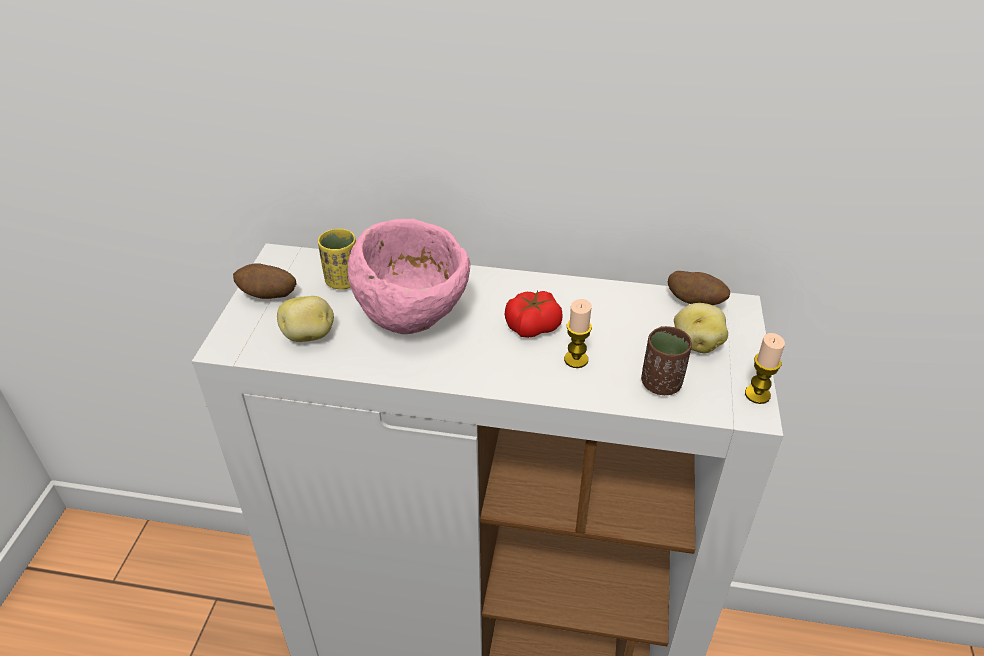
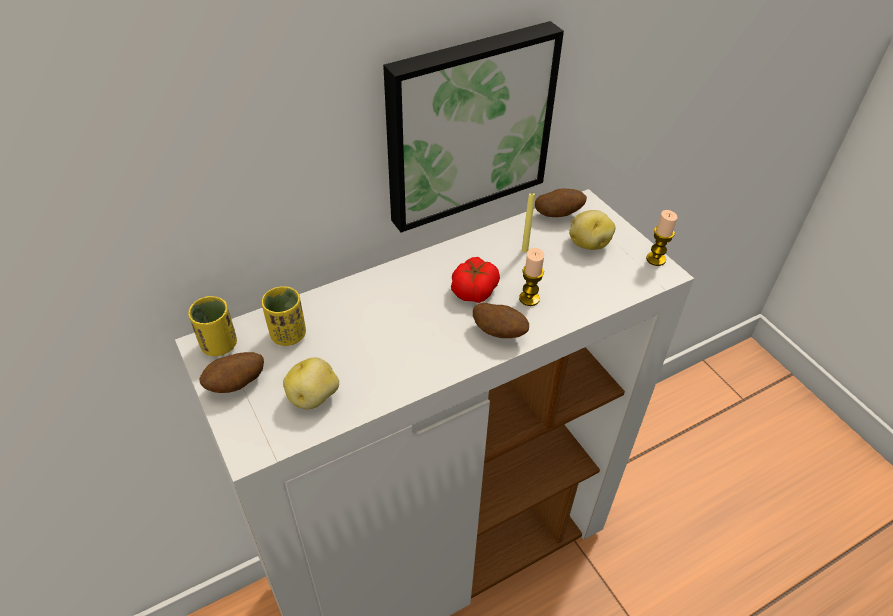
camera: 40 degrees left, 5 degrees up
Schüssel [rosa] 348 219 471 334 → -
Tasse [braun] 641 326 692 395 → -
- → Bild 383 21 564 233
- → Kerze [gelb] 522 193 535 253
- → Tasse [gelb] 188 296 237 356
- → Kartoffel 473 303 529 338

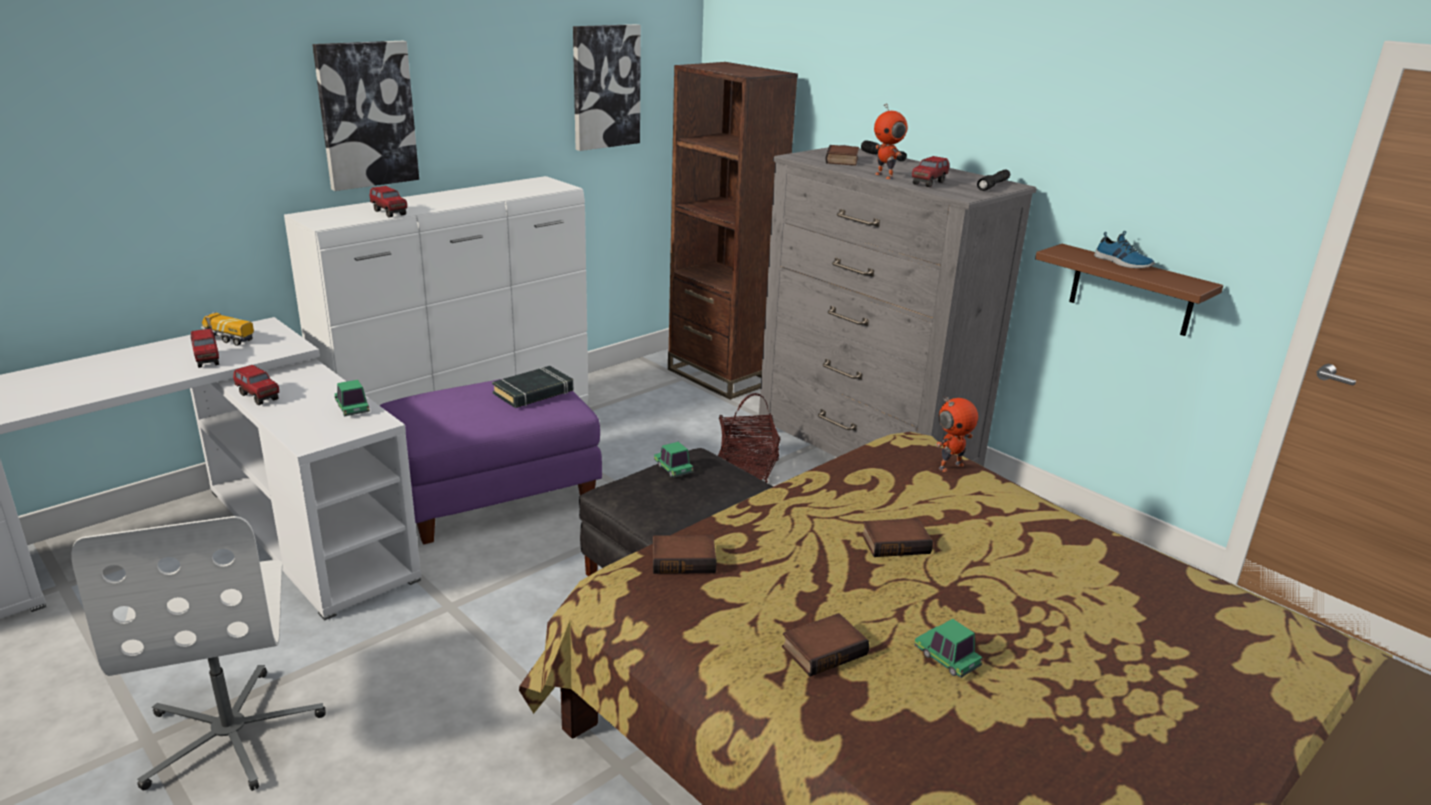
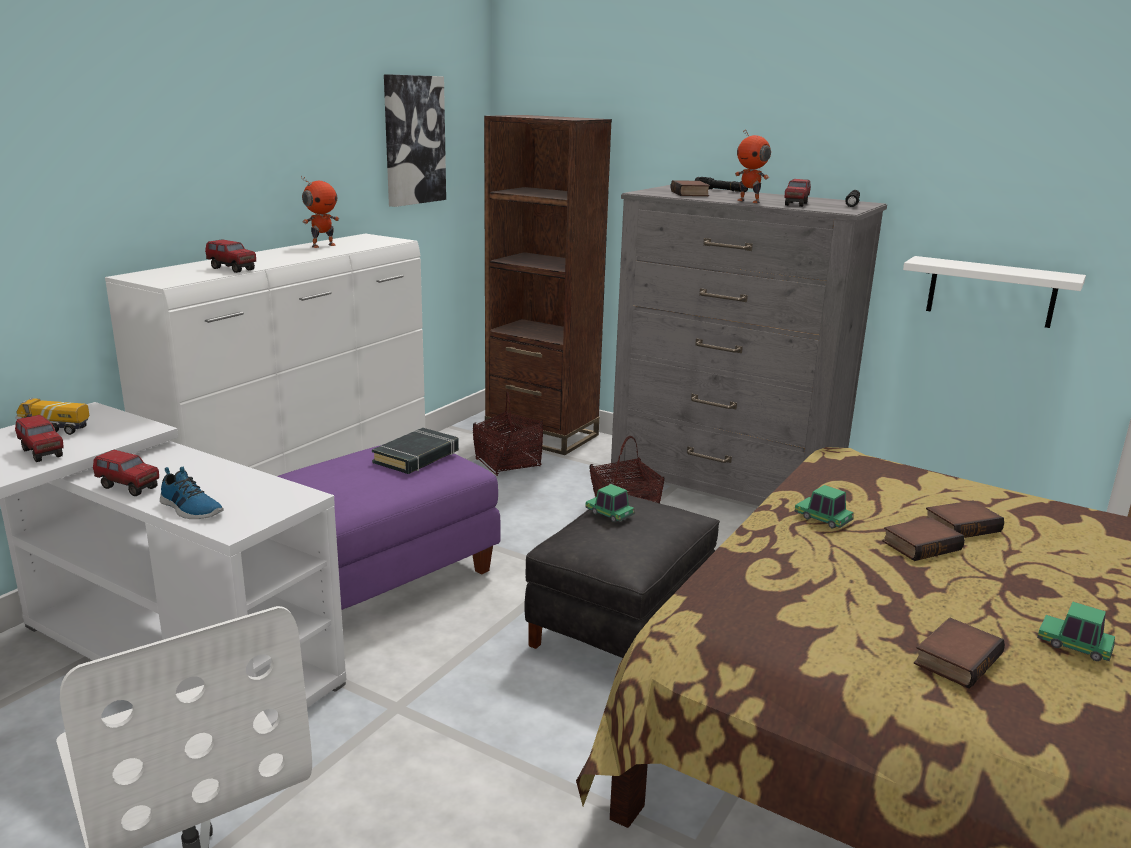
camera: 15 degrees left, 5 degrees down
Bild 312 41 419 191 → -
Schuh 1094 231 1155 268 → Schuh 160 467 224 519, move
Wandregal [braun] 1035 244 1223 336 → Wandregal [weiß] 903 256 1086 328
Spielzeugauto 335 380 370 416 → Spielzeugauto 794 485 853 529, move
Spielzeugroboter 935 396 978 472 → Spielzeugroboter 301 176 339 248, move
Buch 653 535 716 574 → Buch 926 500 1004 538, move
- → Korb 473 391 543 476

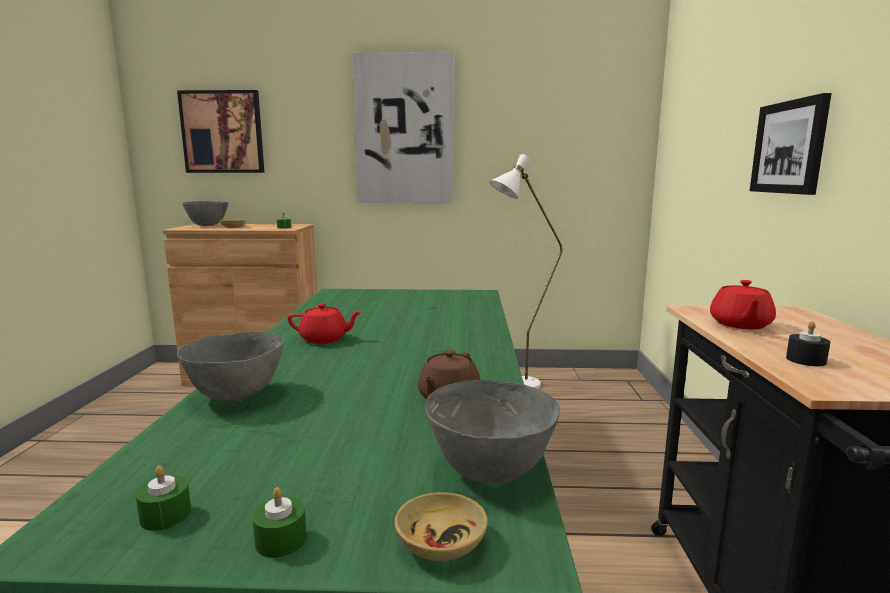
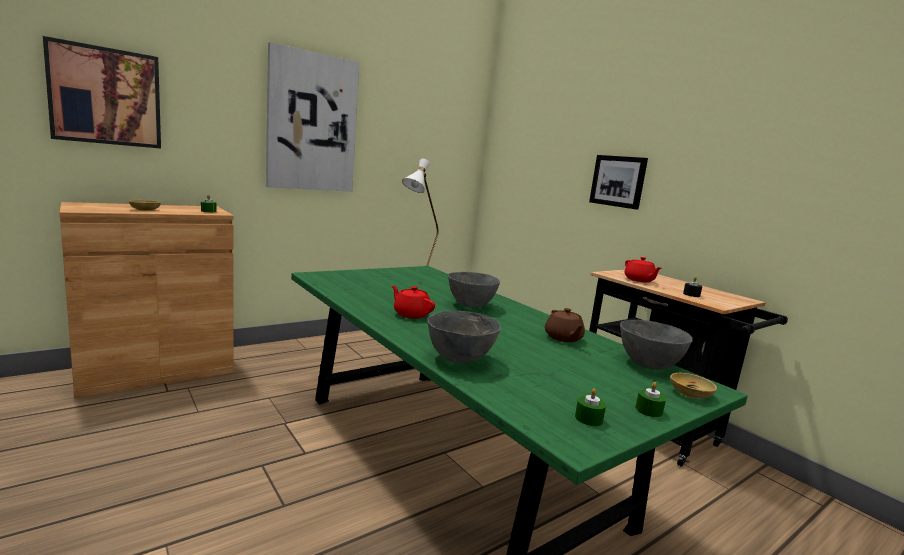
camera: 40 degrees left, 0 degrees up
Schüssel [grau] 182 201 228 226 → Schüssel [grau] 448 272 500 308, move
Teekanne [rot] 288 303 361 344 → Teekanne [rot] 391 285 435 319, 105 degrees counterclockwise

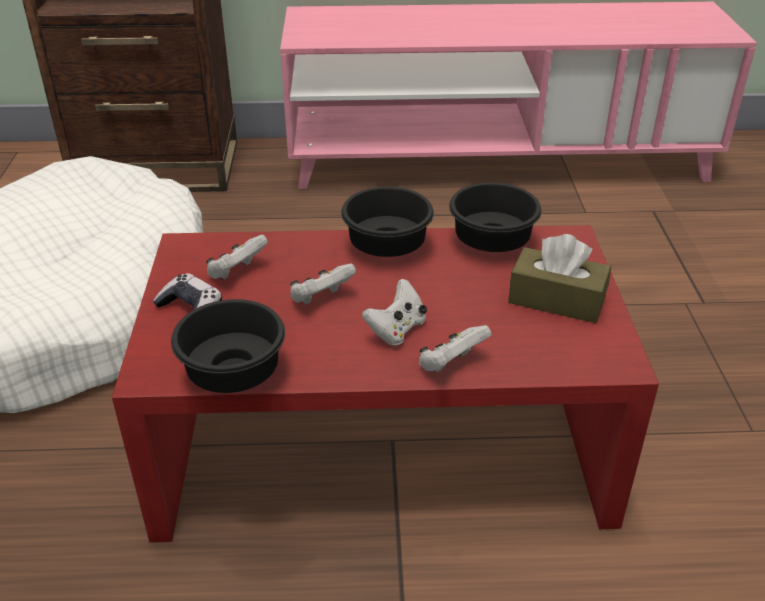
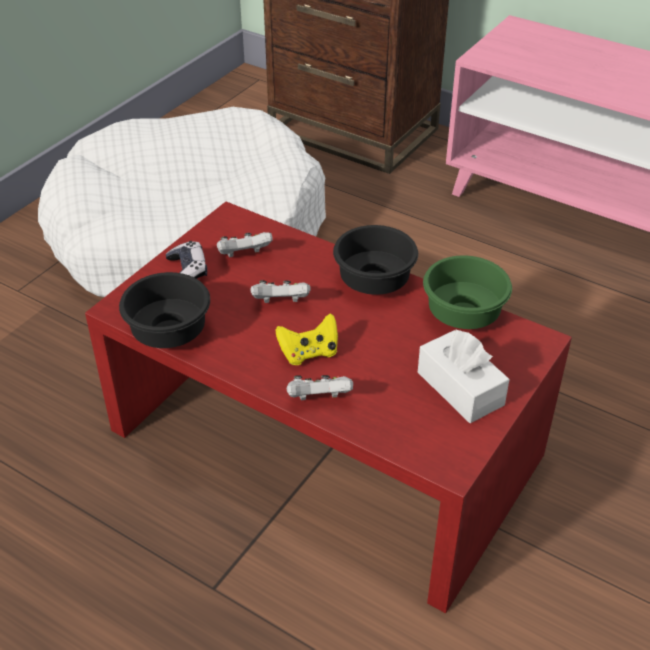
camera: 35 degrees right, 5 degrees up
Schüssel [schwarz] 449 183 542 252 → Schüssel [grün] 423 255 512 329
Taschentuchbox [braun] 508 234 611 323 → Taschentuchbox [weiß] 418 330 510 423
Gamepad [weiß] 362 278 427 346 → Gamepad [gelb] 275 313 338 365

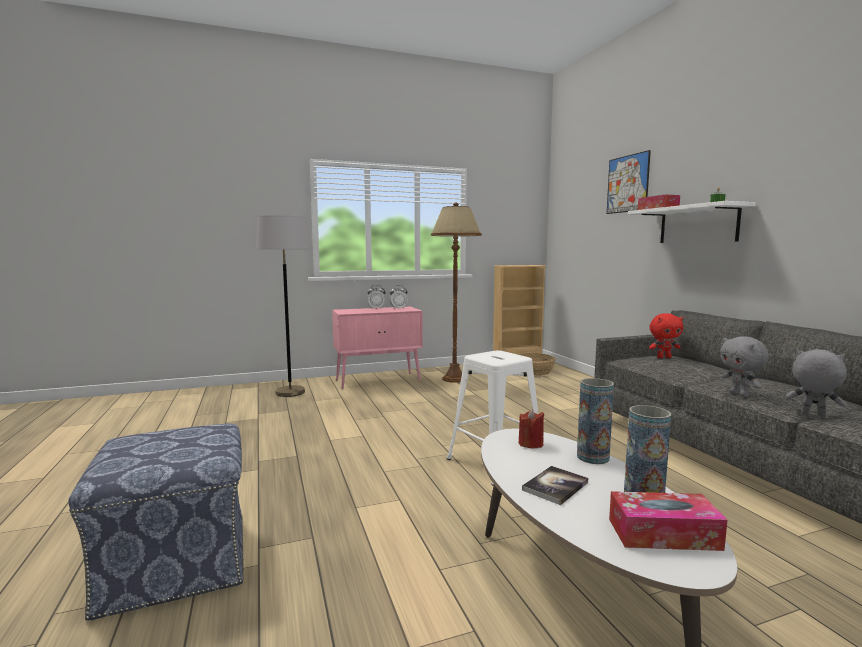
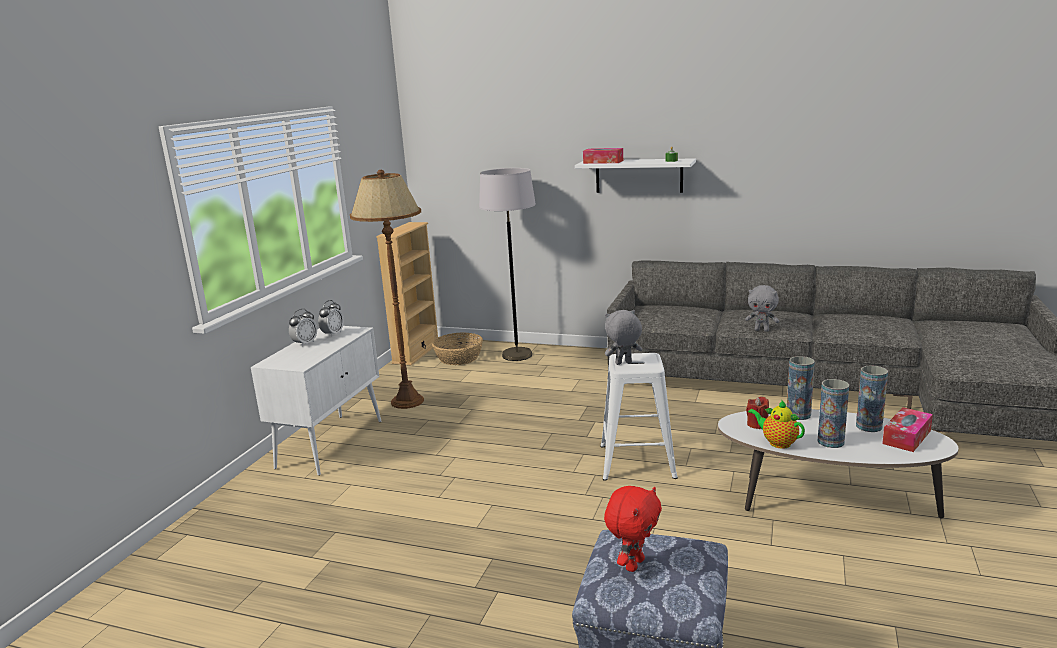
camera: 50 degrees left, 10 degrees up
Bild 607 150 651 214 → -
Stehlampe [grau] 256 215 311 397 → Stehlampe [grau] 479 168 536 361, move
Schrank [rosa] 332 307 423 389 → Schrank [weiß] 251 326 381 476
Plüschtier [rot] 649 313 683 358 → Plüschtier [rot] 604 486 662 572, move
Plüschtier [grau] 786 349 847 417 → Plüschtier [grau] 605 310 642 365, move
Buch 522 466 588 505 → Vase 818 379 849 448
- → Teekanne 748 399 805 449

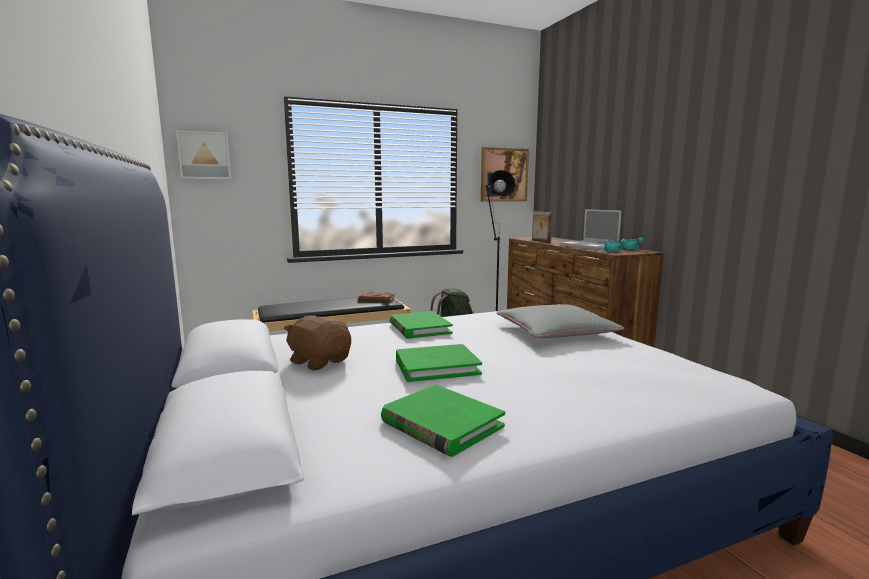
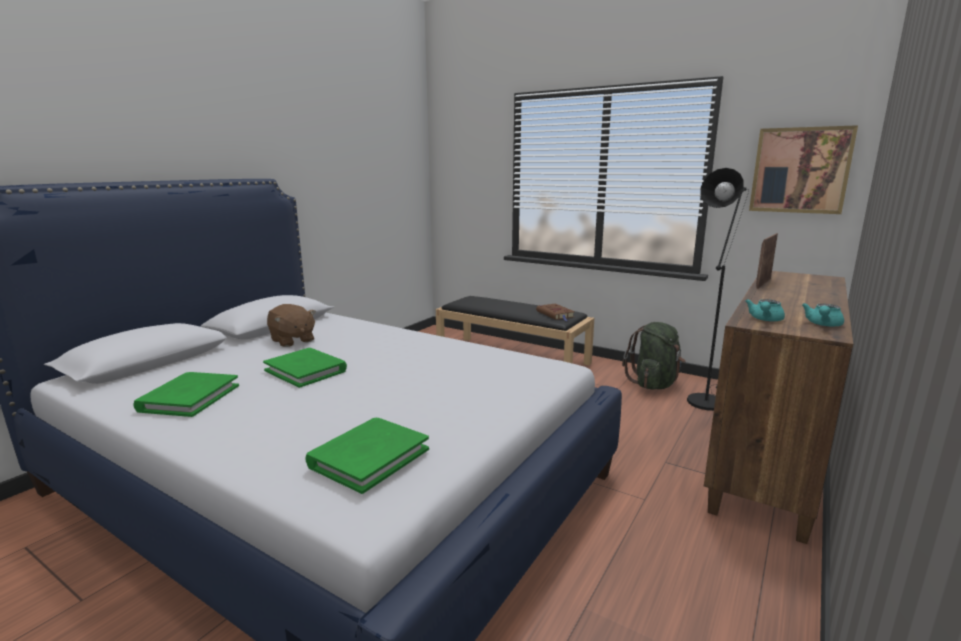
camera: 55 degrees right, 5 degrees up
Bild 176 130 231 179 → -
Laptop 561 209 621 250 → -
Kissen [grau] 497 304 624 338 → -
Buch [grün] 390 311 453 339 → Buch [grün] 305 418 429 494, move
Plüschtier [braun] 284 316 351 370 → Plüschtier [braun] 267 304 316 347, 135 degrees clockwise

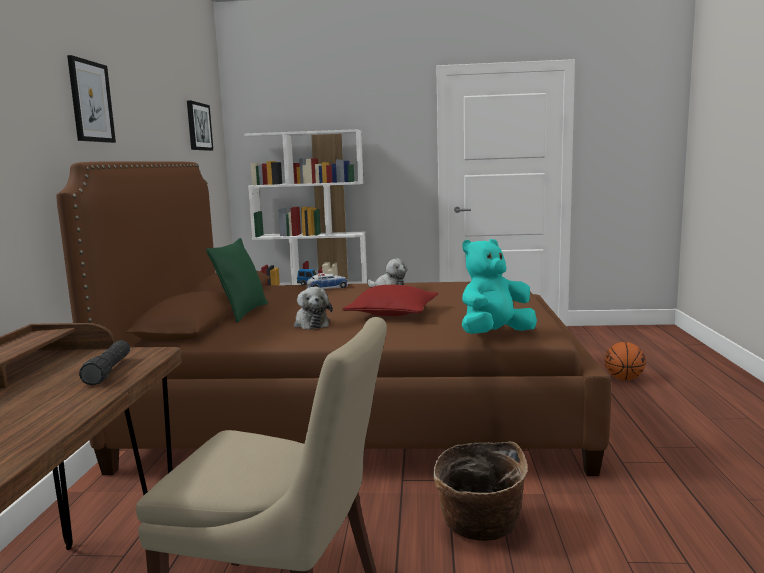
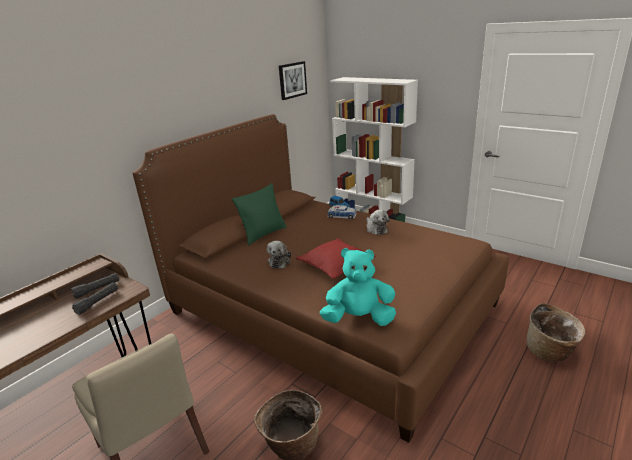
camera: 35 degrees right, 15 degrees up
Bild 67 55 116 143 → -
Basketball 605 342 646 380 → Korb 527 303 585 362
- → Taschenlampe [schwarz] 71 273 119 299

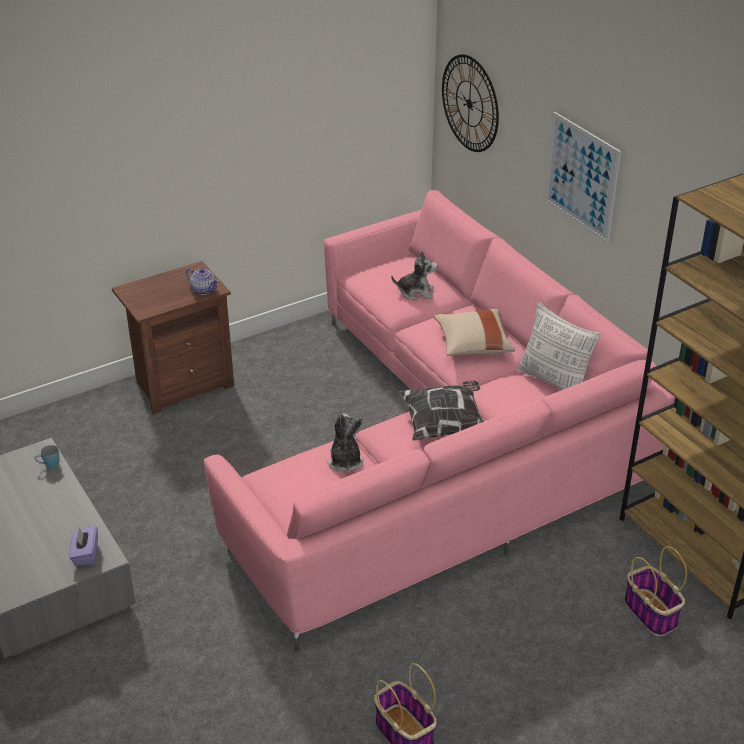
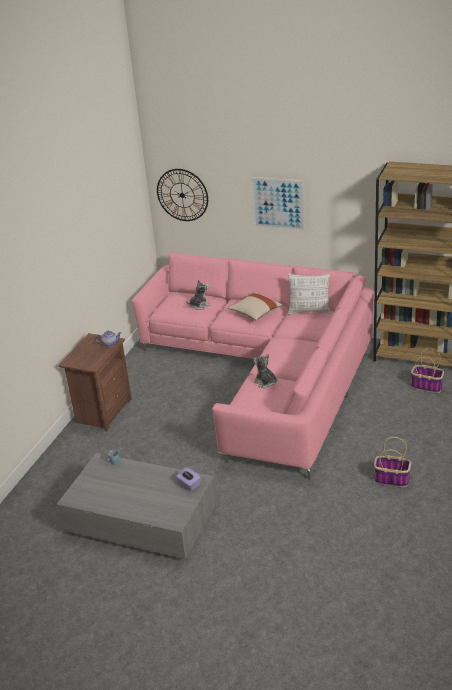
camera: 35 degrees left, 5 degrees down
Kissen 398 381 484 441 → -

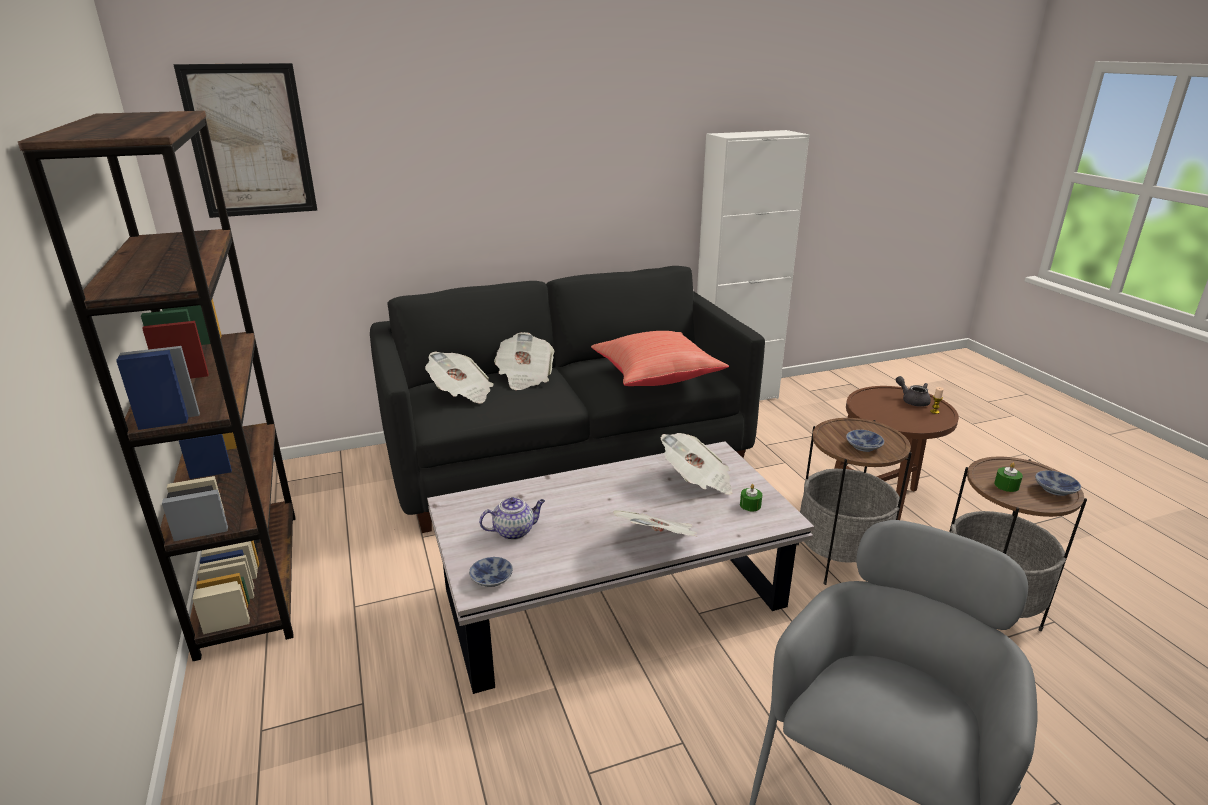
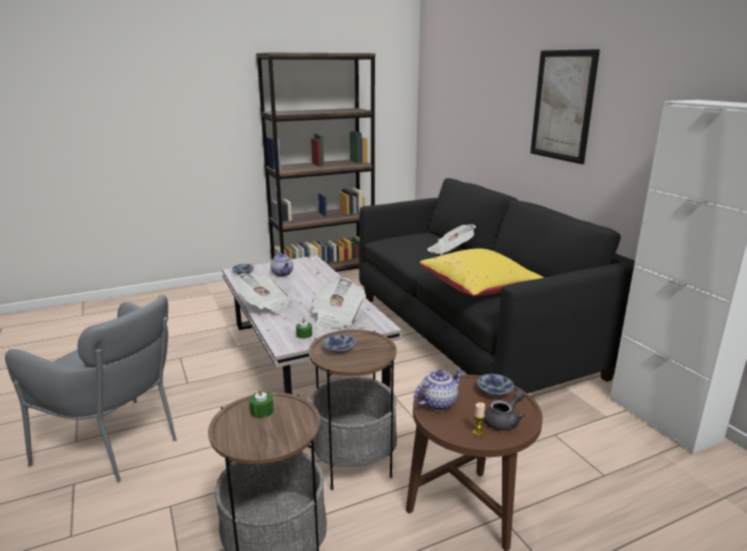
camera: 85 degrees right, 5 degrees down
Bild 173 63 318 218 → Bild 530 49 600 164, move
Kissen [rot] 591 331 729 386 → Kissen [gelb] 419 248 544 296
Zeitung 425 352 494 403 → -
Schüssel 1035 470 1081 496 → Schüssel 477 374 514 397, move
- → Teekanne 414 369 463 411

